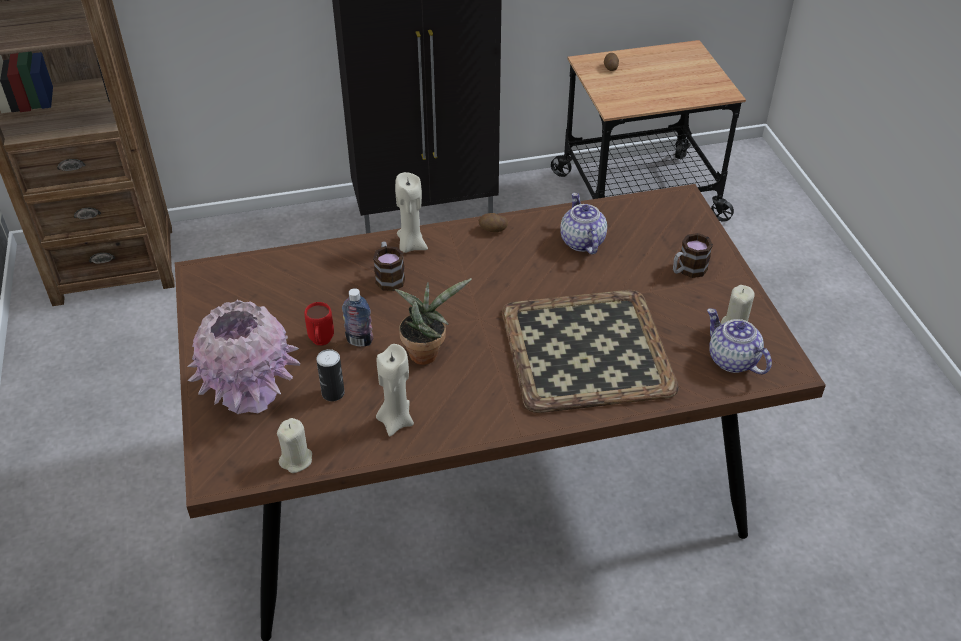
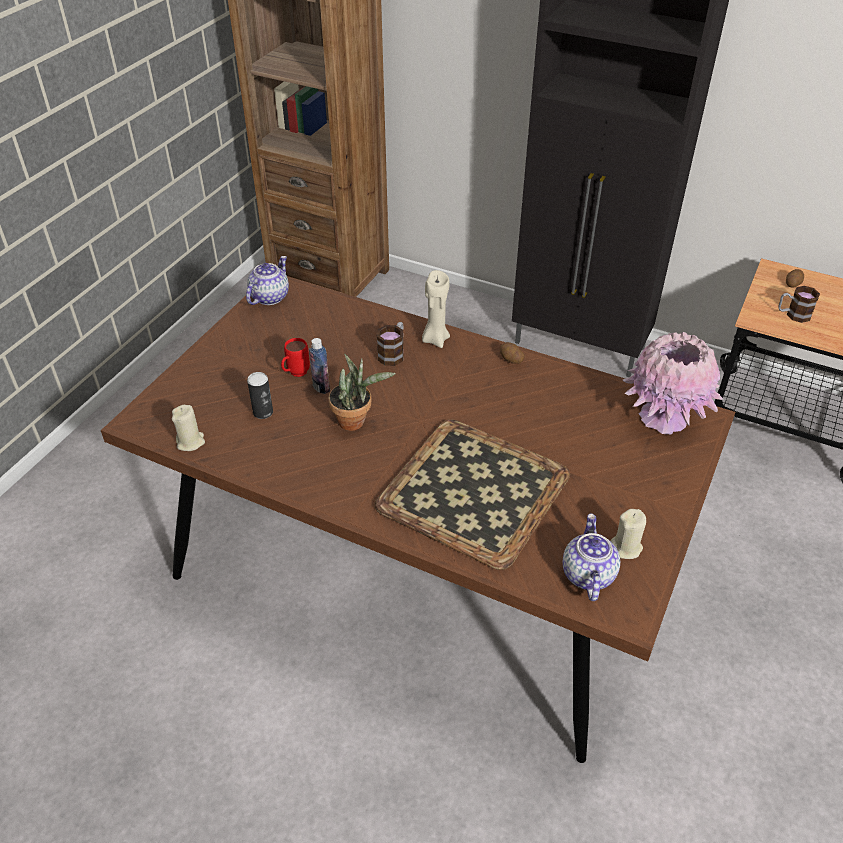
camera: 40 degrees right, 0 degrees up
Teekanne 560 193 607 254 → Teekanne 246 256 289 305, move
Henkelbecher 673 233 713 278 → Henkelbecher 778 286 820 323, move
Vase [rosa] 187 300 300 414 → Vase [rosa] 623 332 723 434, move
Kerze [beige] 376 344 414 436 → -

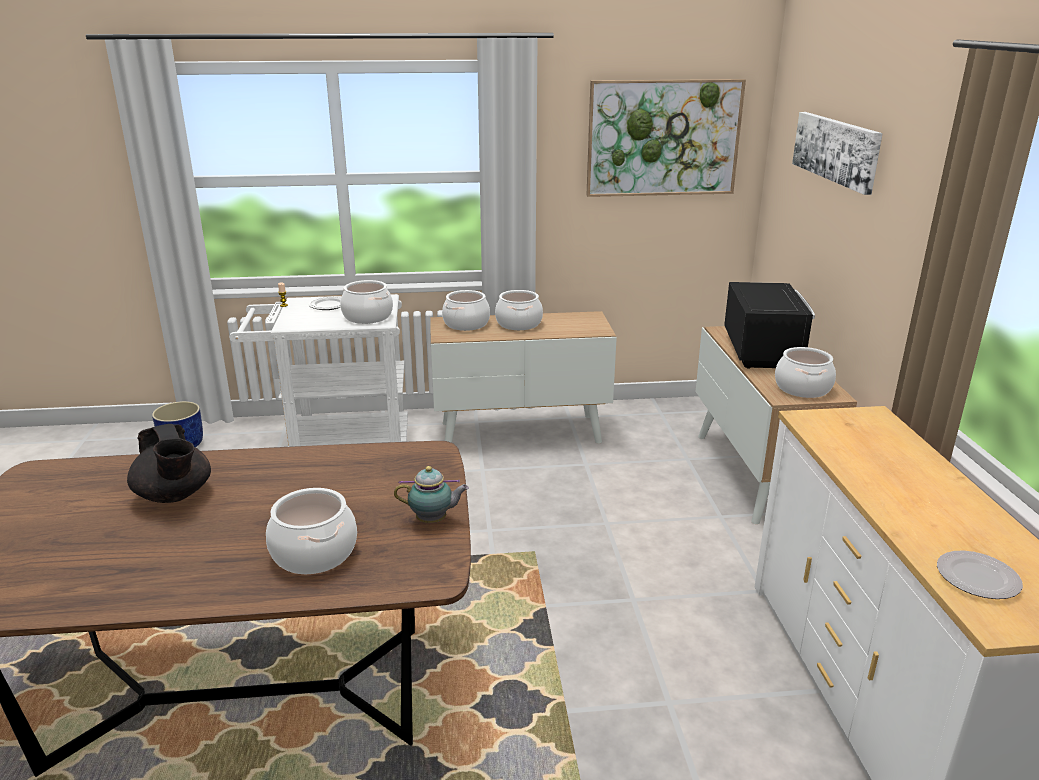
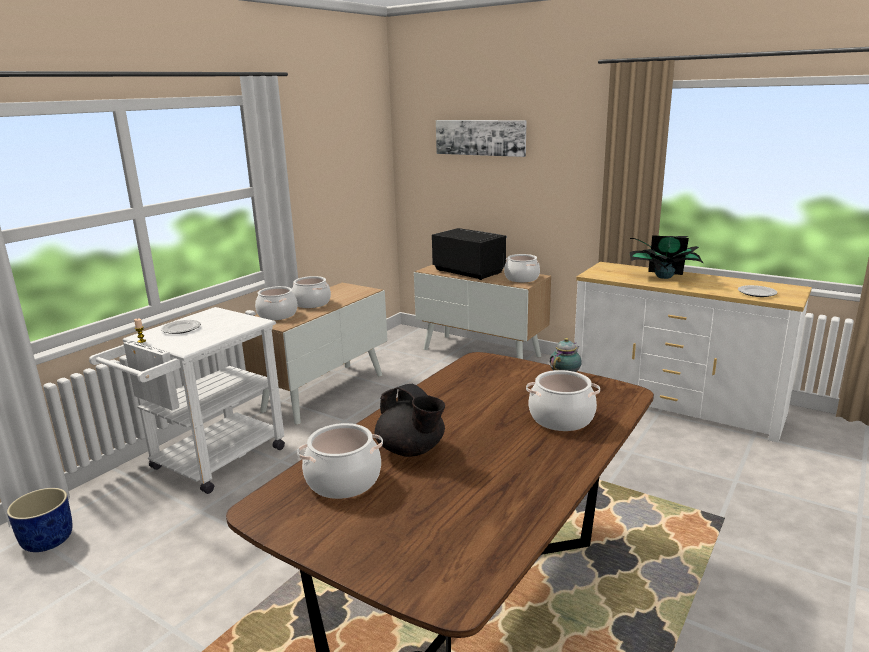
camera: 50 degrees left, 5 degrees down
Bild 586 79 746 197 → -
Kochtopf 340 280 393 324 → Kochtopf 297 423 383 499, move
Teekanne [schwarz] 127 424 211 503 → Teekanne [schwarz] 374 384 445 457, 45 degrees clockwise
- → Topfpflanze 630 235 704 279

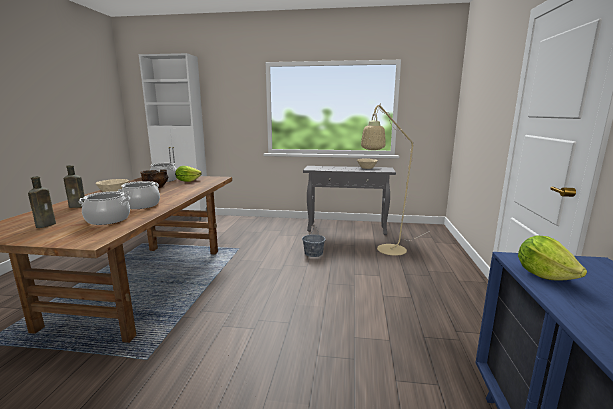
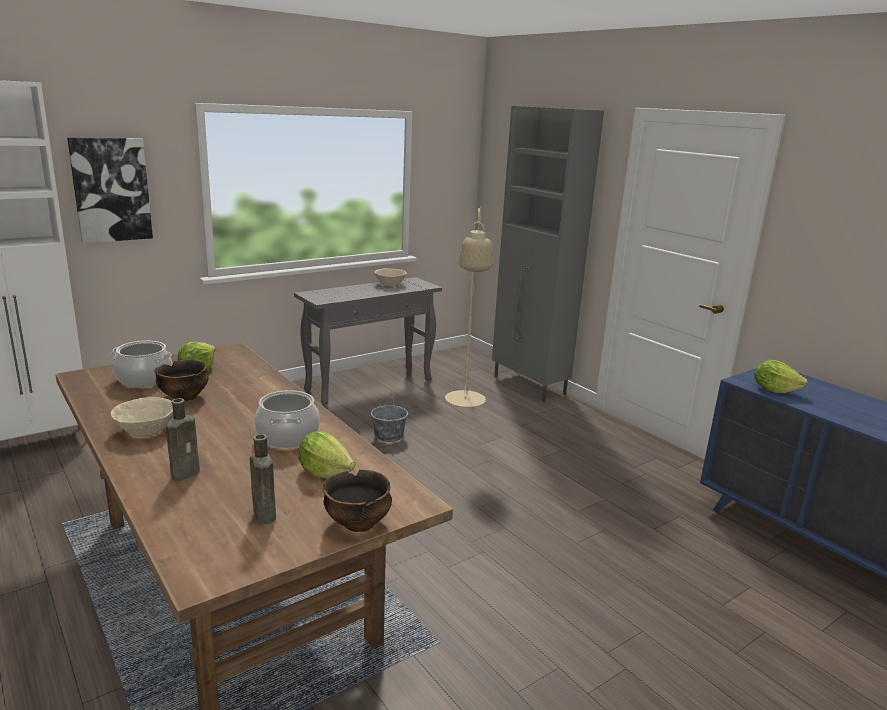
camera: 45 degrees left, 5 degrees up
Kochtopf 78 191 131 225 → Salatkopf 298 431 355 478
- → Schrank [grau] 492 106 604 402
- → Bild 67 137 153 243
- → Schüssel 323 470 392 532

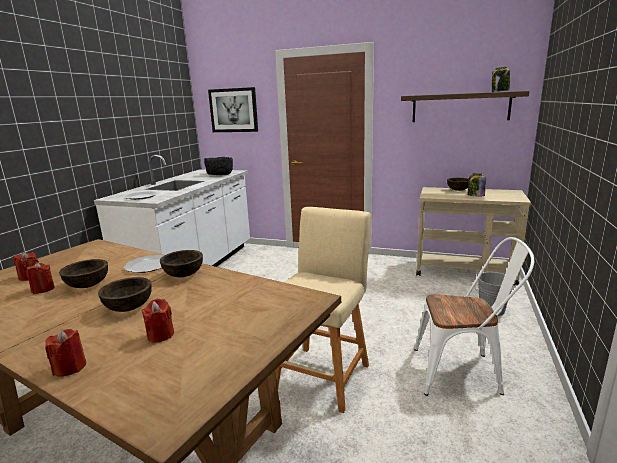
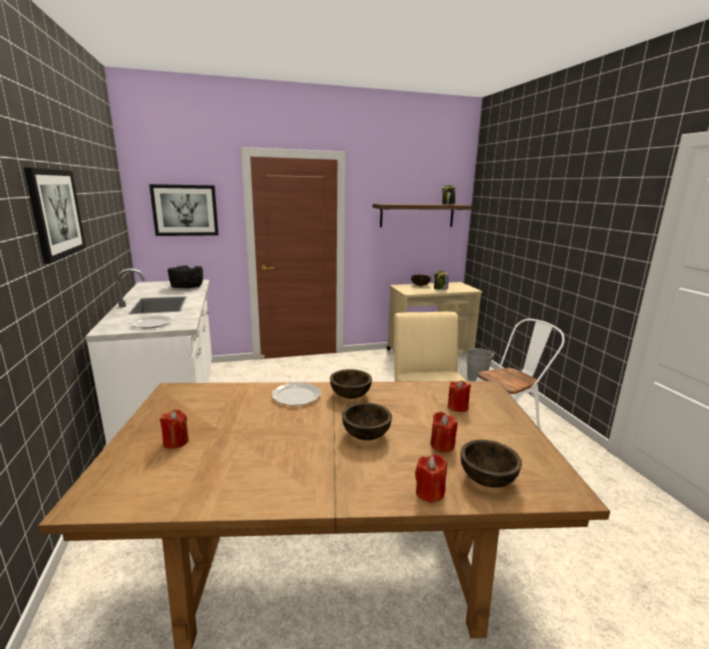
camera: 35 degrees left, 0 degrees up
Schüssel [braun] 59 259 108 288 → Schüssel [braun] 460 440 522 488, move
Kerze [rot] 25 262 55 294 → Kerze [rot] 447 380 471 412, move
- → Bild 24 167 86 264

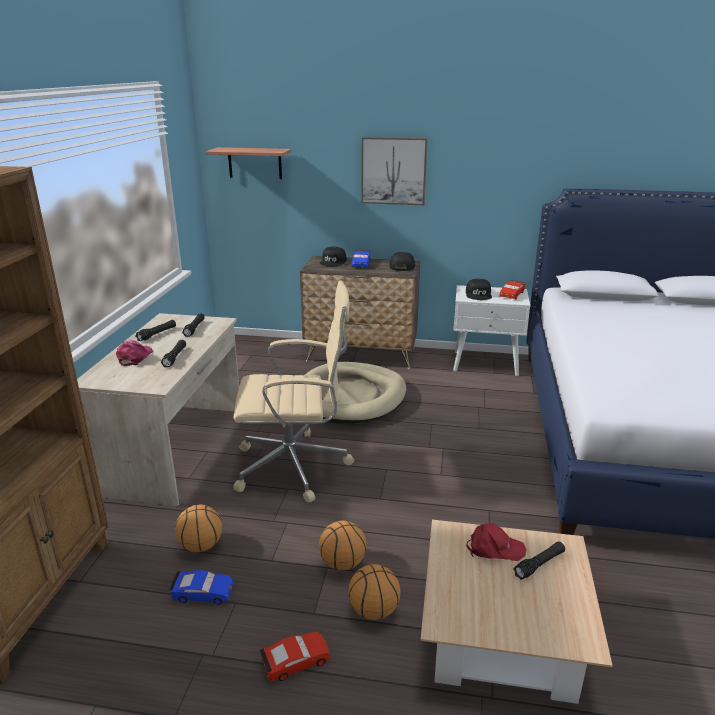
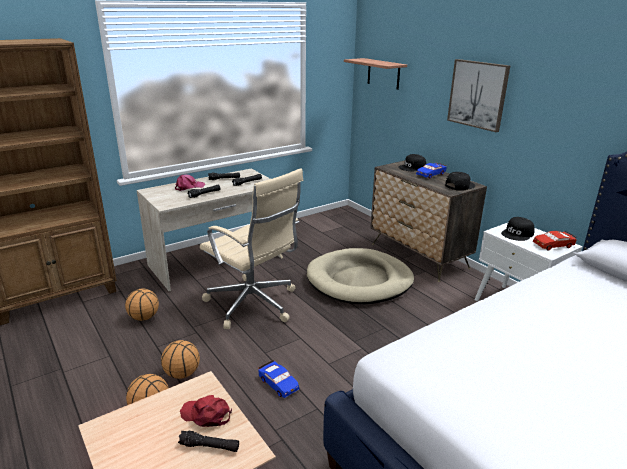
camera: 45 degrees right, 0 degrees up
Kappe [rot] 466 523 526 561 → Kappe [rot] 180 395 232 427, 150 degrees clockwise
Spielzeugauto [blau] 169 570 234 605 → Spielzeugauto [blau] 258 360 299 398, move
Spielzeugauto [rot] 259 632 331 681 → -

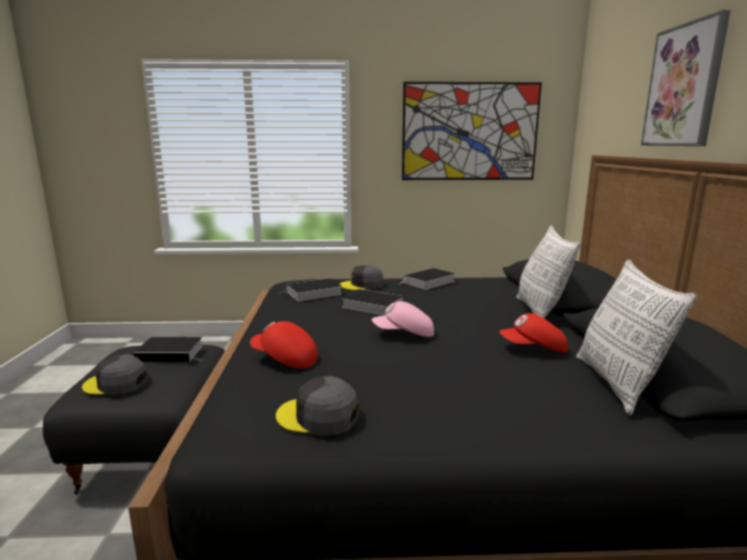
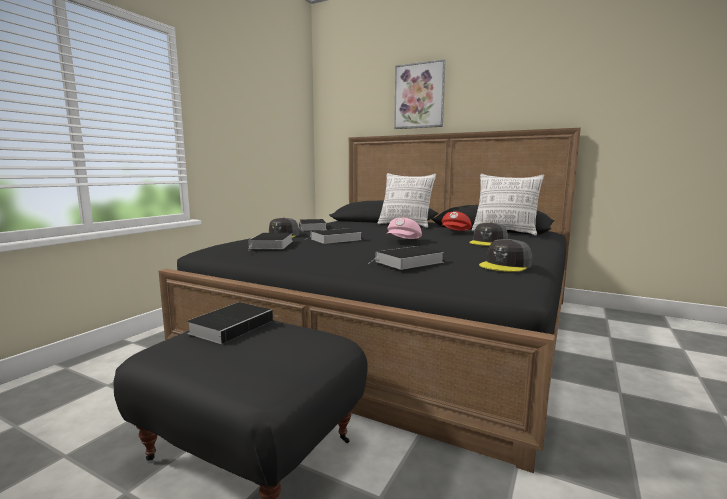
camera: 60 degrees left, 5 degrees down
Bild 402 82 542 180 → -
Kappe [rot] 250 321 317 368 → Buch 368 246 444 270
Kappe [grau] 82 355 148 395 → Kappe [grau] 469 222 508 246, move

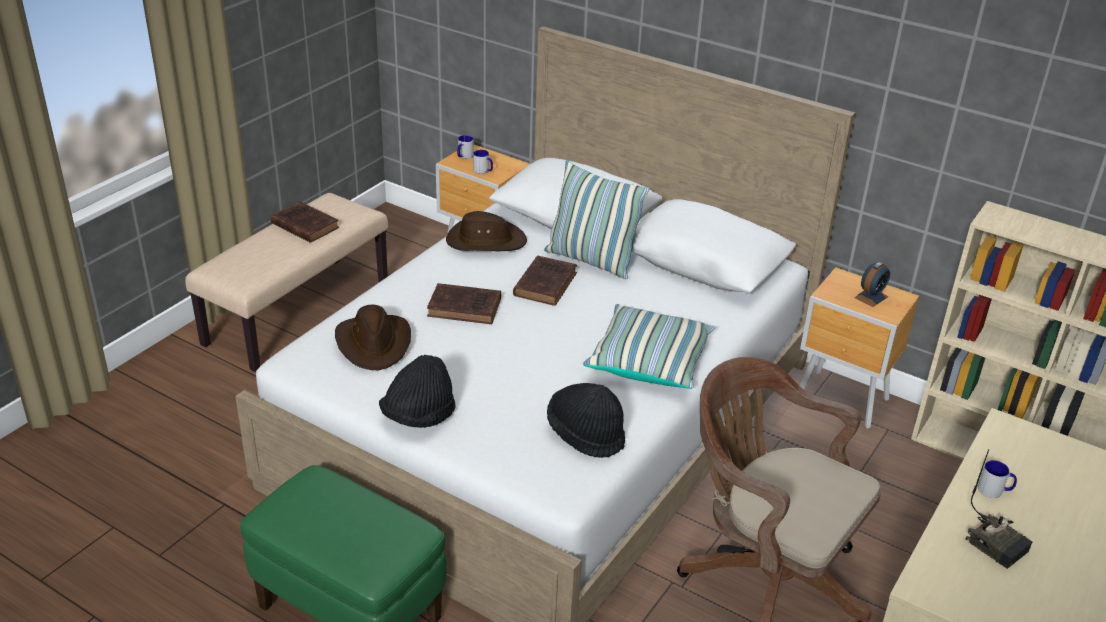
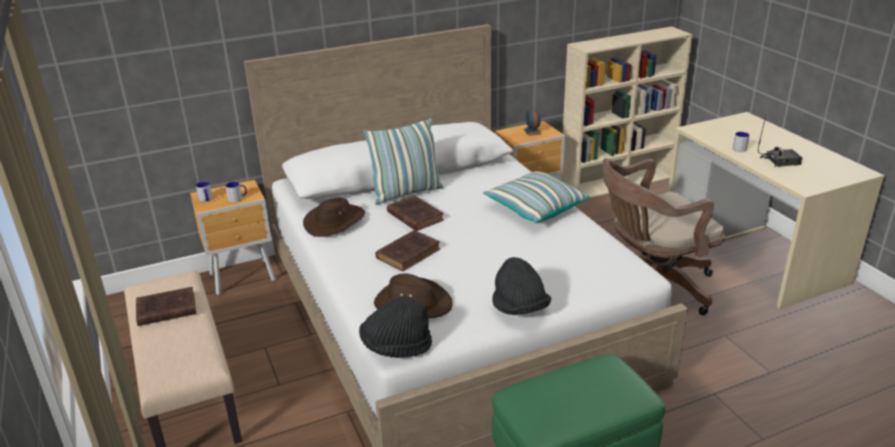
camera: 55 degrees left, 5 degrees down
Hut [schwarz] 547 383 625 458 → Hut [schwarz] 359 296 432 358, move

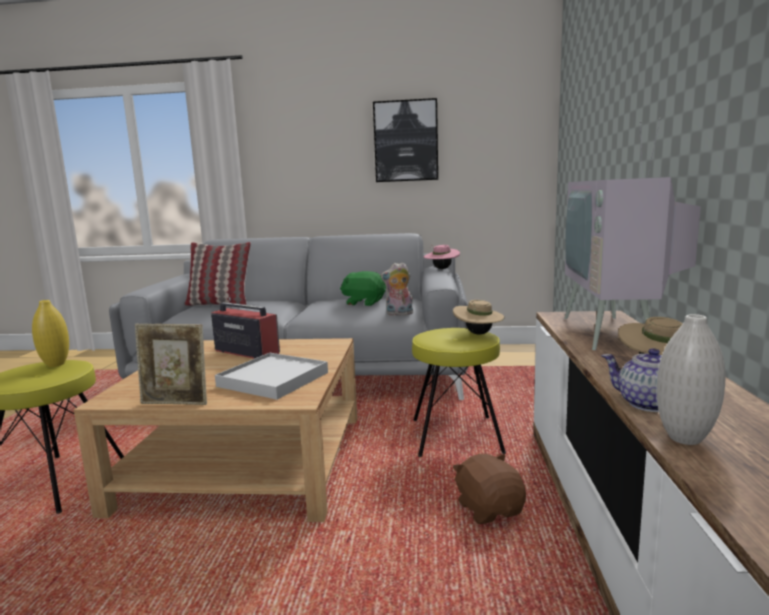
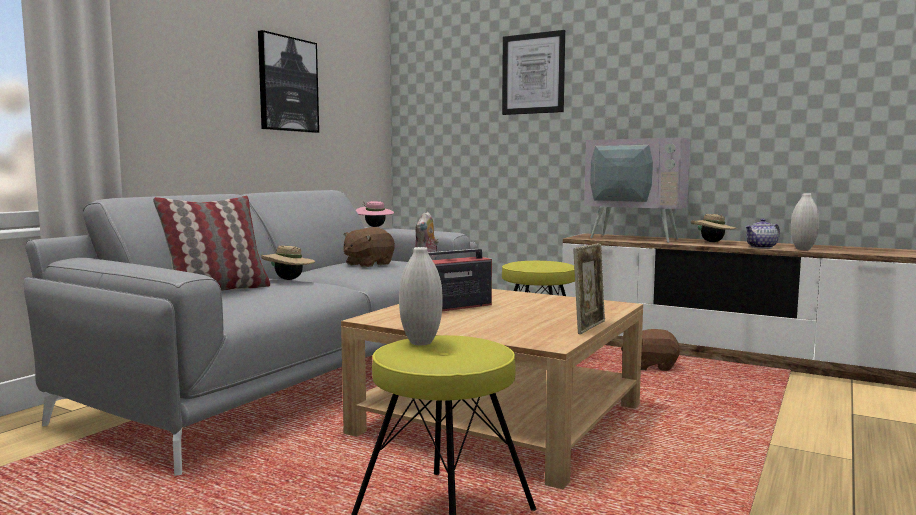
camera: 65 degrees left, 5 degrees down
Plüschtier [grün] 340 271 386 306 → Plüschtier [braun] 343 227 395 267
Vase [gelb] 32 300 69 367 → Vase [weiß] 399 247 443 345
Hut [beige] 453 300 505 335 → Hut [beige] 261 246 315 280, move
Tablett [weiß] 215 353 328 400 → -
- → Bild 502 30 565 115

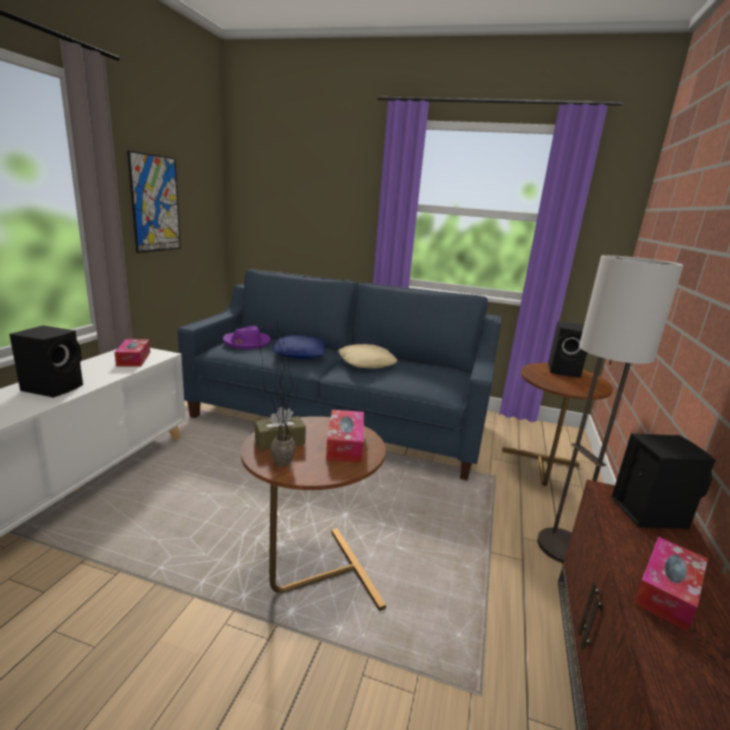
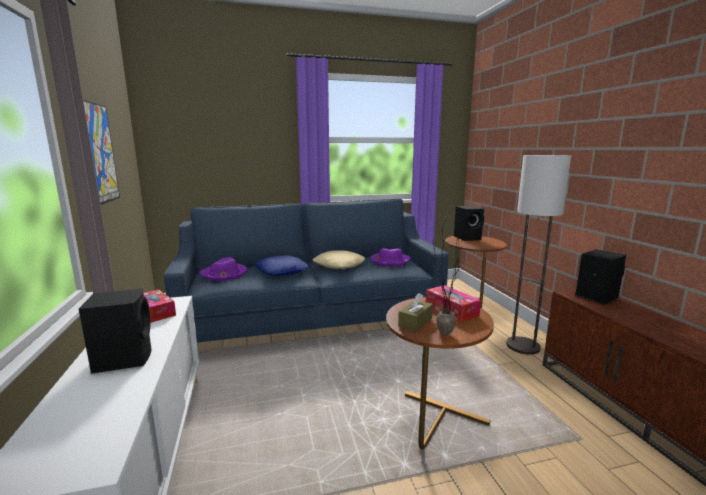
camera: 30 degrees left, 5 degrees down
Taschentuchbox 634 537 708 631 → -
- → Hut [lila] 370 248 410 267

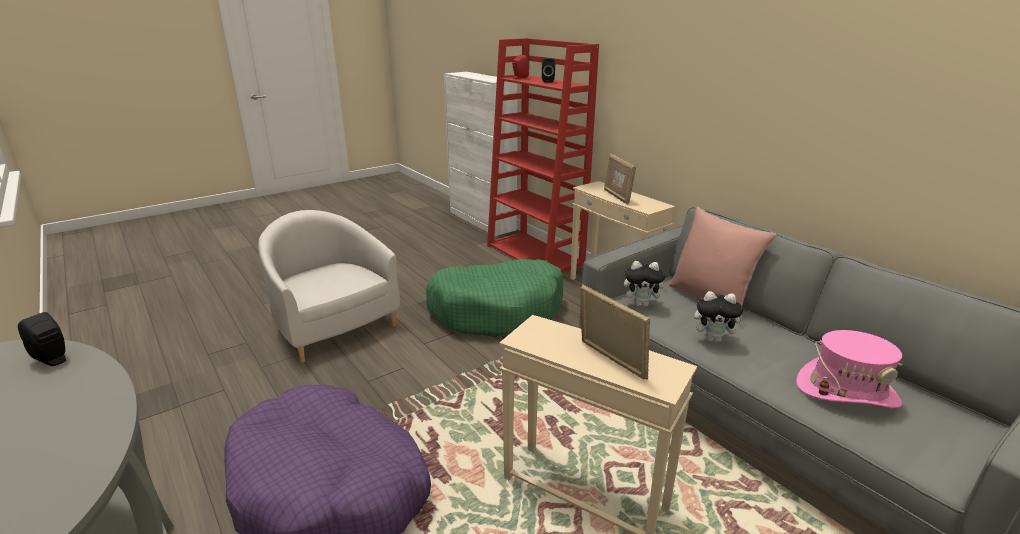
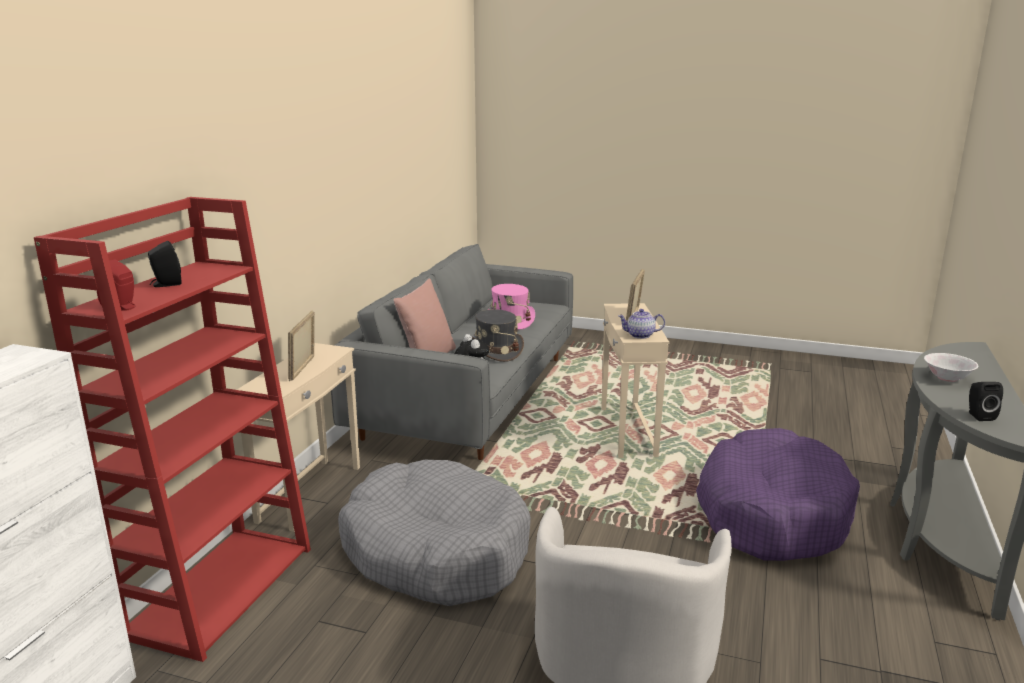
camera: 125 degrees left, 5 degrees down
Bilderrahmen 604 154 636 205 → Bilderrahmen 288 311 315 381, 150 degrees clockwise
Hundebett [grün] 426 259 563 337 → Hundebett [grau] 338 460 531 606
Plüschtier 694 291 745 343 → Hut [grau] 472 309 524 362
- → Teekanne 618 309 665 339
- → Schüssel [weiß] 924 353 978 382

